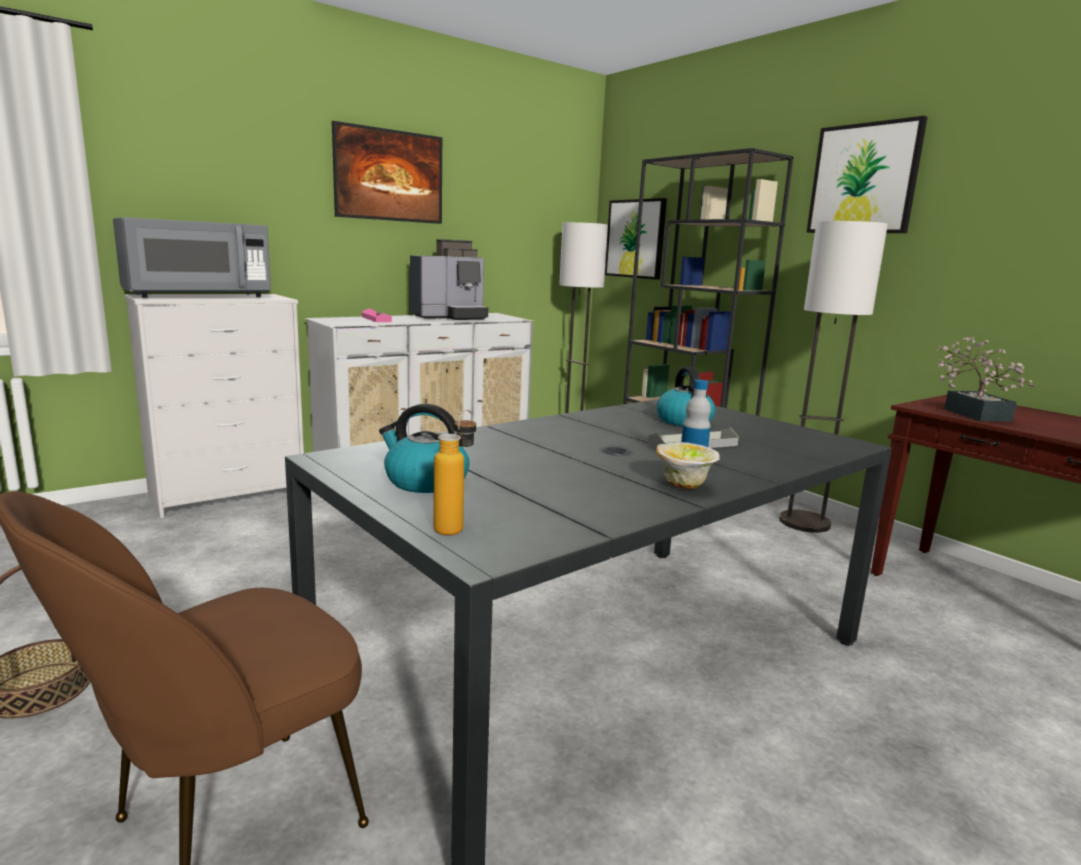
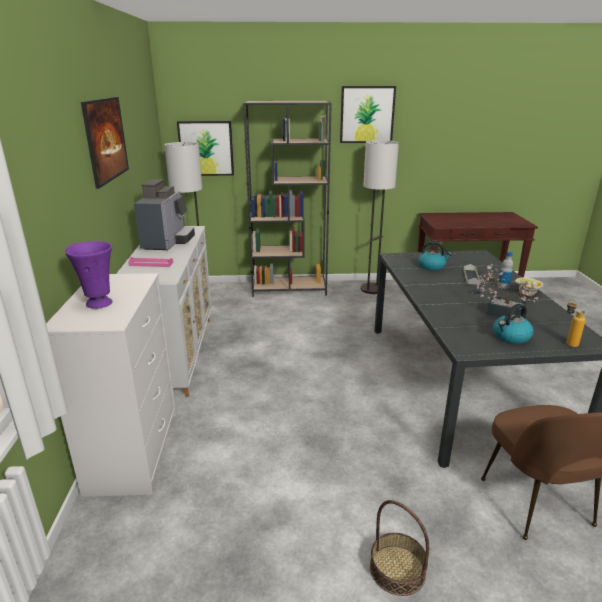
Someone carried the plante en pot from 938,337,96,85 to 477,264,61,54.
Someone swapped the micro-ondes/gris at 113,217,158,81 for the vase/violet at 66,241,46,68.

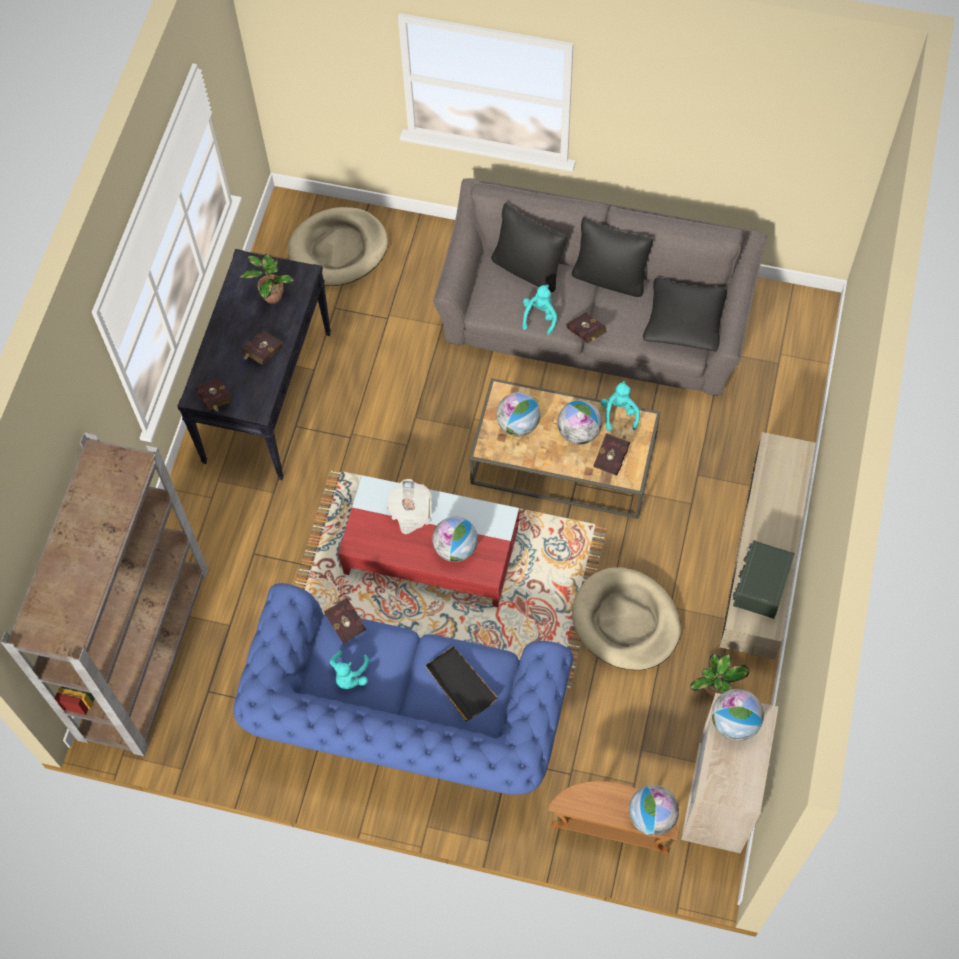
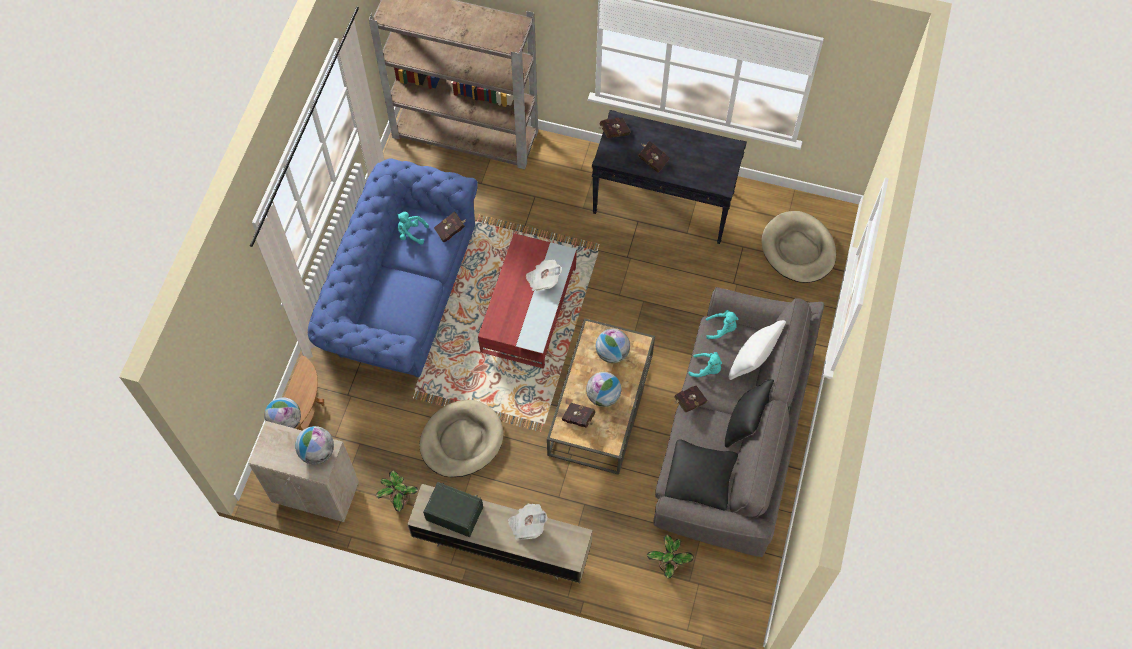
Someone took away the plateau/noir at 426,646,72,75.
Someone took away the globe at 432,517,46,45.
Someone put down the journal at 508,504,40,36.
Someone carried the plante en pot from 239,254,55,50 to 646,535,48,44.
Someone carried the peluche/turquoise from 600,381,40,50 to 706,310,33,29.
Someone repainted the coussin/noir at 491,203,76,89, which became the coussin/blanc at 729,320,57,60.

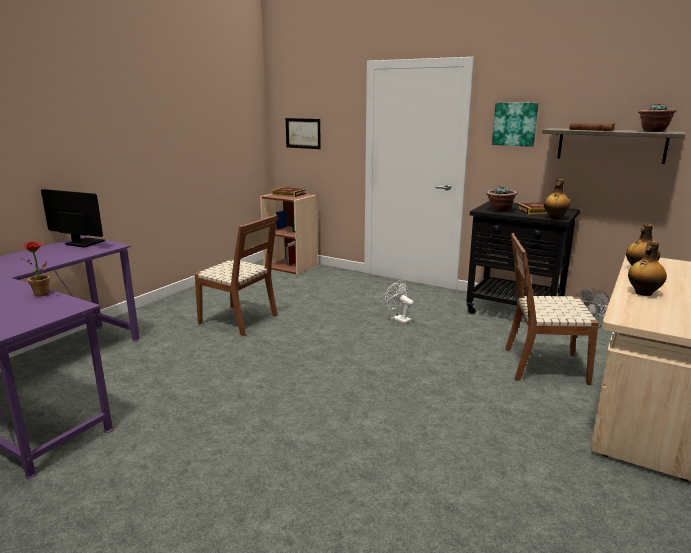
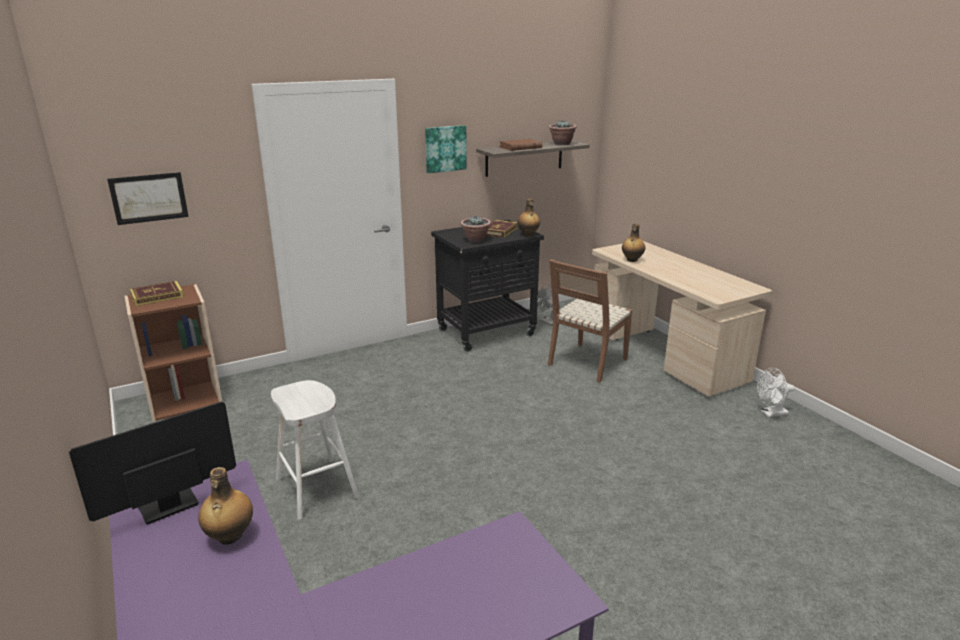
Someone took away the plante en pot at 21,241,29,56.
Someone carried the ventilateur/blanc from 385,280,28,44 to 757,368,38,49.
Someone carried the bouteille from 628,241,39,55 to 198,467,55,78.
Someone swapped the chaise at 194,214,84,122 for the tabouret/blanc at 271,380,88,140.

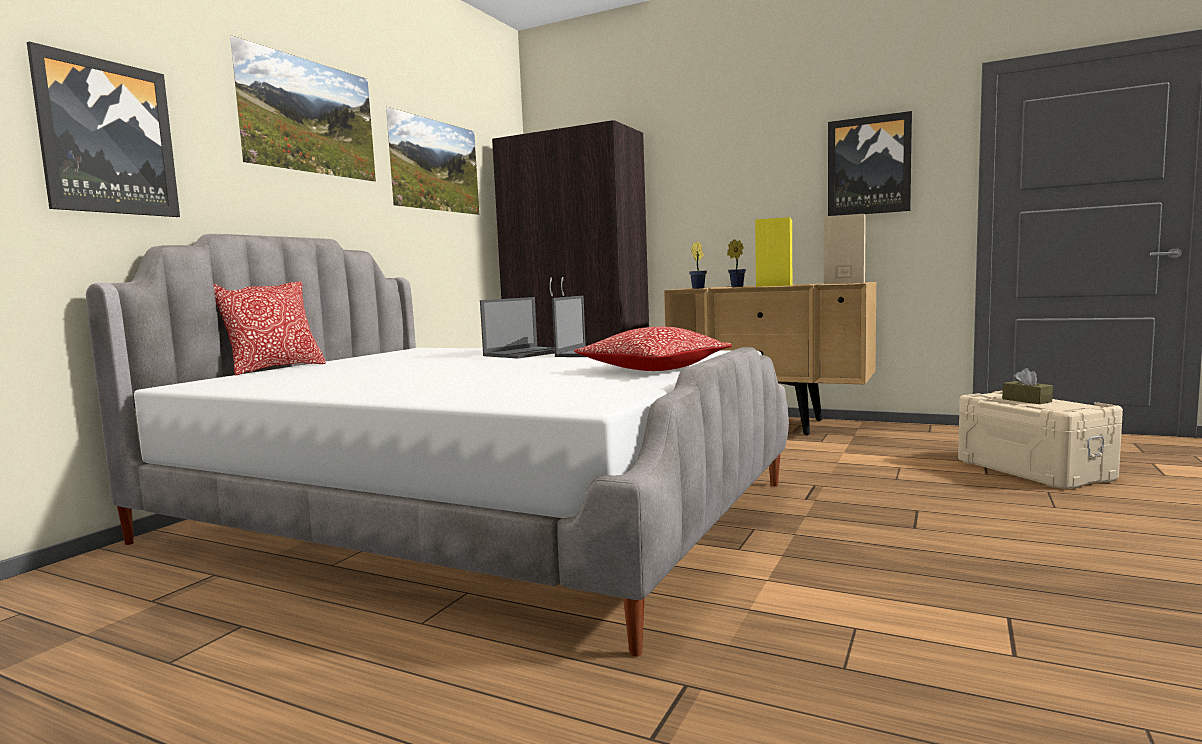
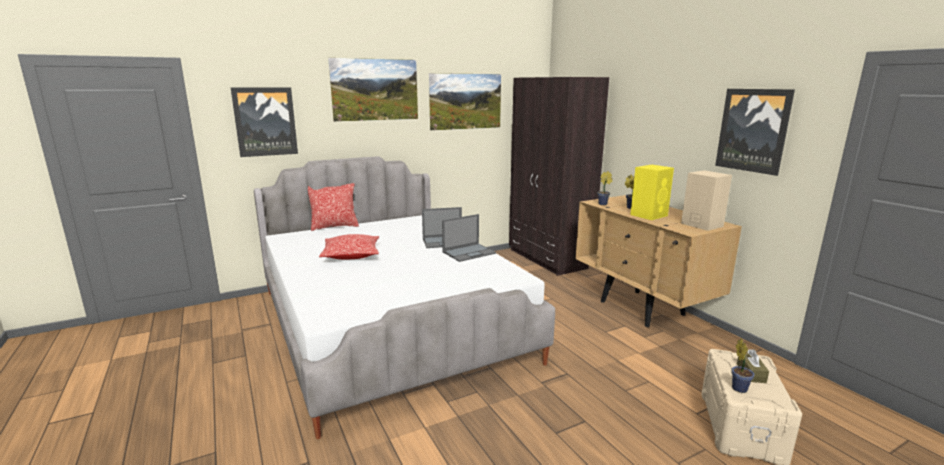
Someone put down the plante en pot at 731,338,23,55.
Someone carried the coussin from 574,327,158,44 to 319,234,60,25.

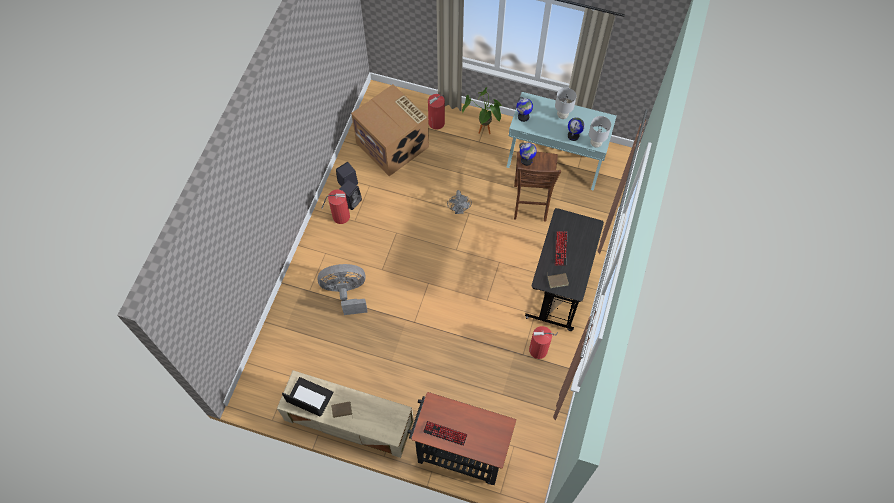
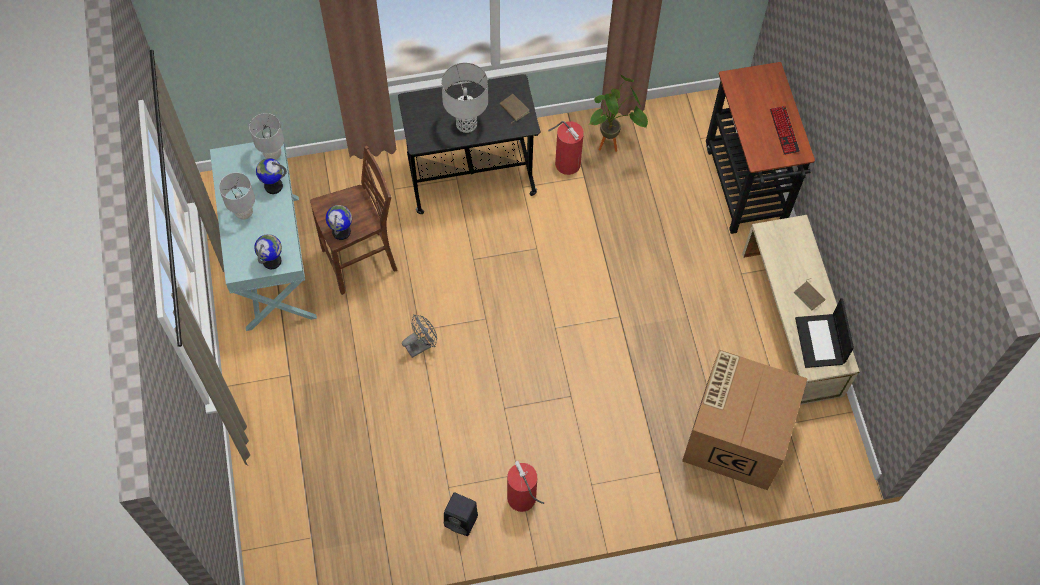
Someone took away the ventilateur/gris at 318,264,49,51.
Someone took away the enceinte/noir at 339,180,23,30.
Someone took away the extincteur at 428,94,17,35.
Someone carried the carton from 351,84,78,92 to 682,350,126,140.
Someone carried the plante en pot from 462,87,40,47 to 589,74,59,78.
Someone swapped the clavier at 555,231,13,35 for the lampe de table/blanc at 442,63,47,70.

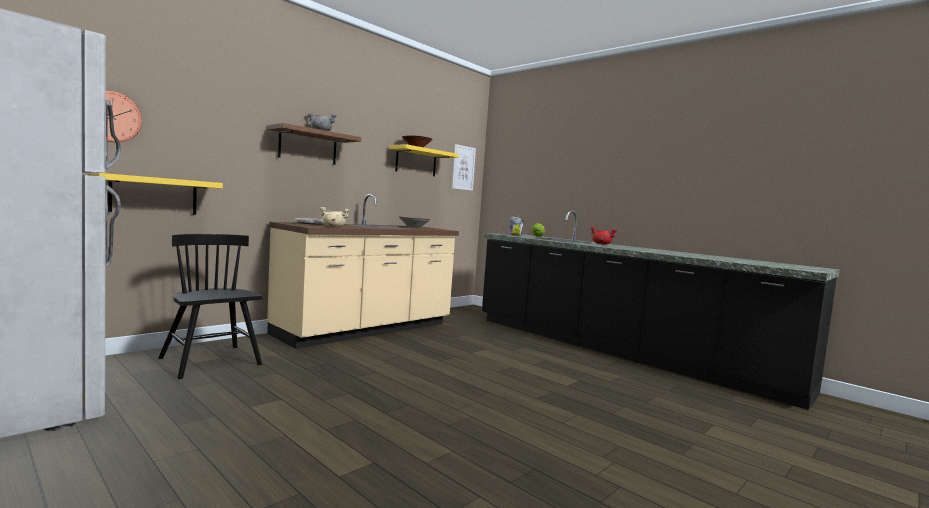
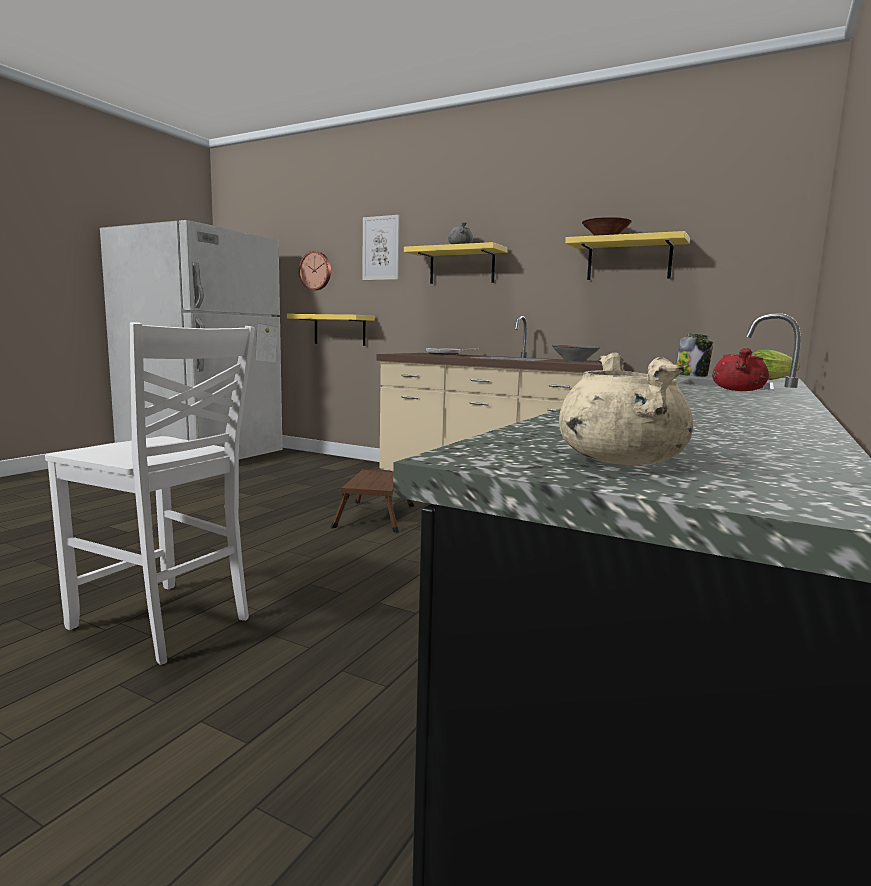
Someone took away the chaise/noir at 158,234,104,145.
Someone put down the chaise/blanc at 45,322,210,343.
Someone put down the escabeau/marron at 330,470,84,63.
Someone carried the marmite/beige from 320,207,30,20 to 559,353,134,112.
Someone carried the tableau from 451,144,25,47 to 362,215,38,65.
Someone repainted the étagère/marron at 268,123,93,42, which became the étagère/jaune at 404,242,104,42.

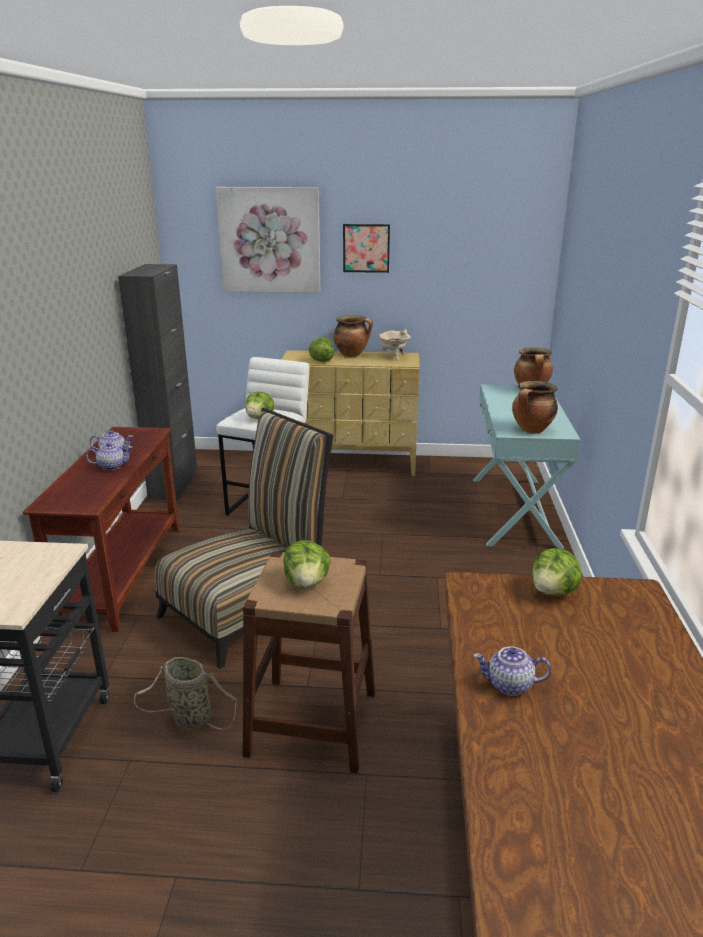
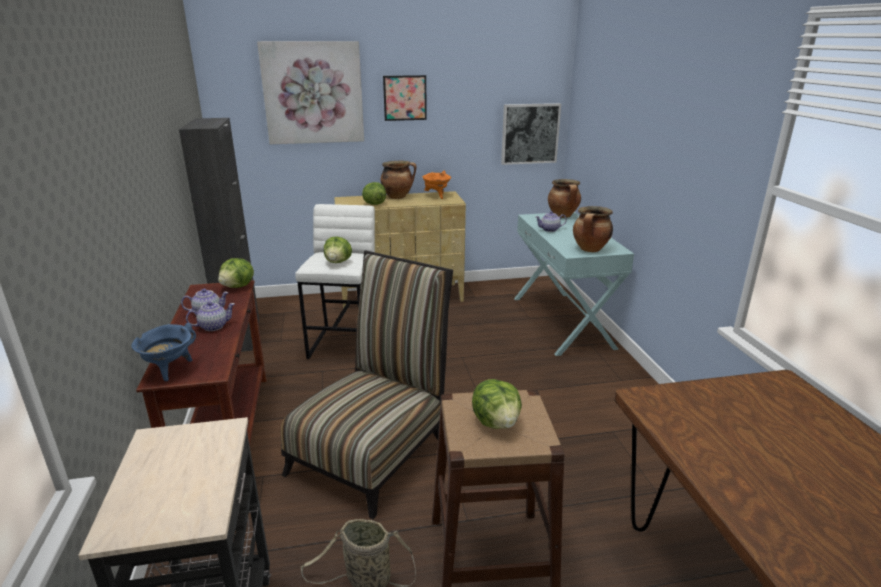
Someone put down the marmite/bleu at 131,323,65,58.
Someone put up the tableau at 501,103,60,62.
Someone carried the théière from 474,647,77,49 to 536,211,31,21.
Someone carried the laitue from 532,548,50,48 to 218,258,36,30.
Someone repainted the marmite/beige at 379,329,32,31, which became the marmite/orange at 422,171,29,28.

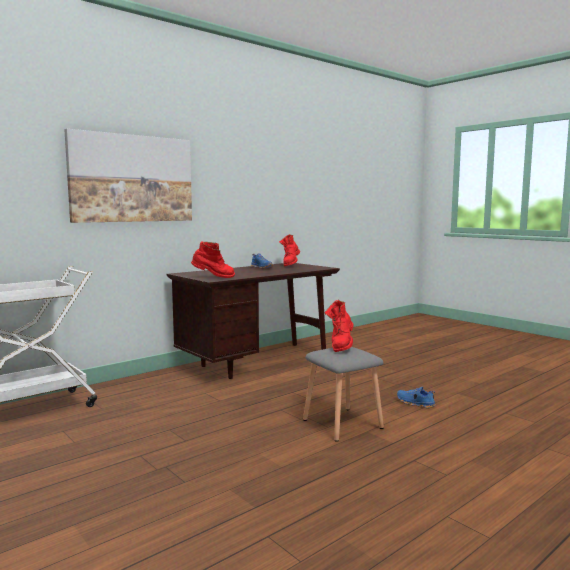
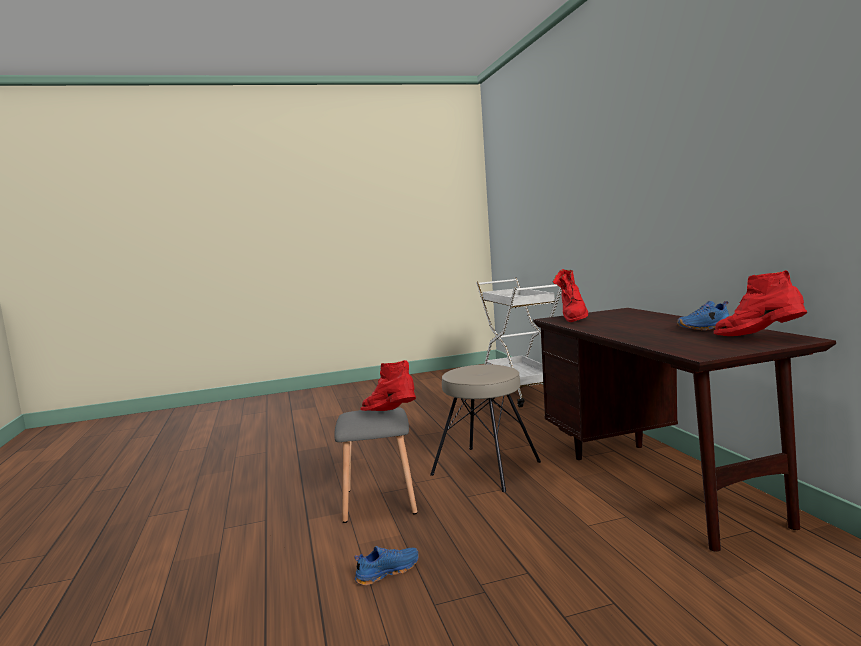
Someone took away the tableau at 64,129,128,94.
Someone put down the tabouret/beige at 430,364,111,128.

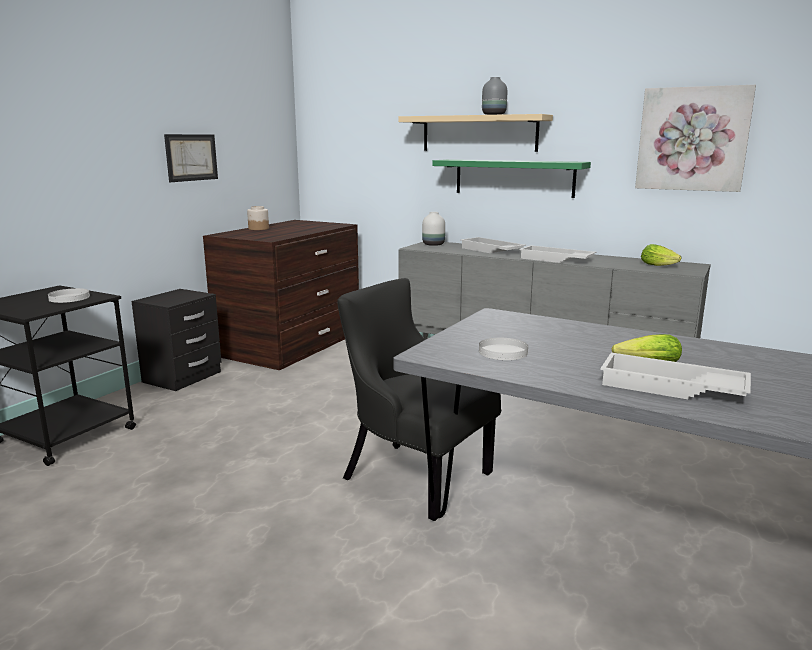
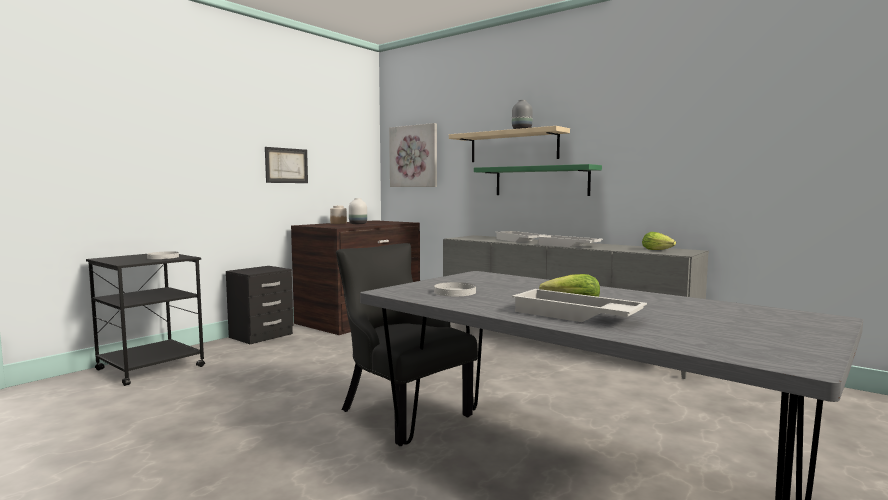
Someone carried the vase/blanc from 422,212,23,34 to 349,198,18,26.
Someone carried the tableau from 635,85,121,107 to 389,123,48,64.

